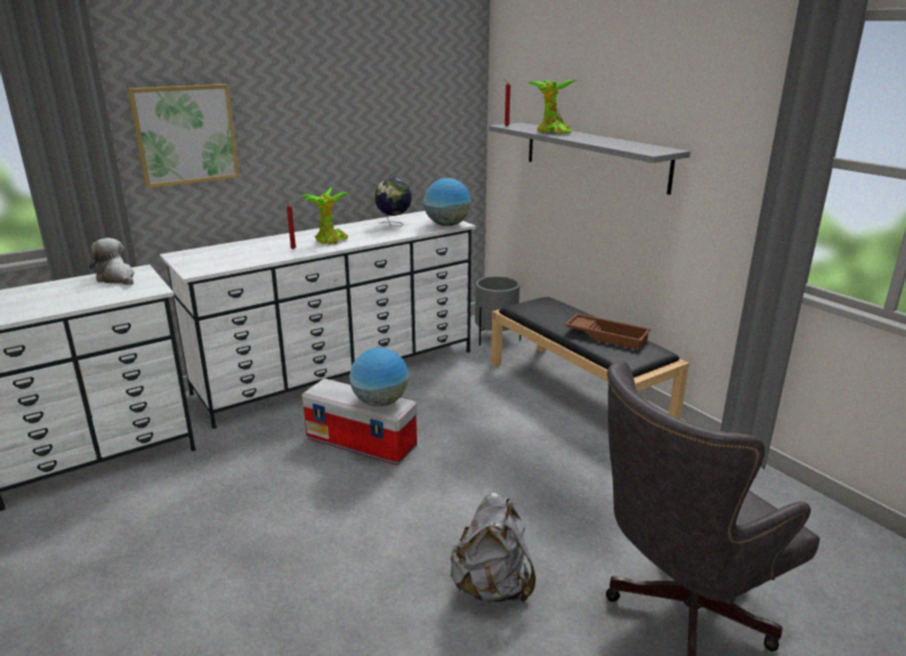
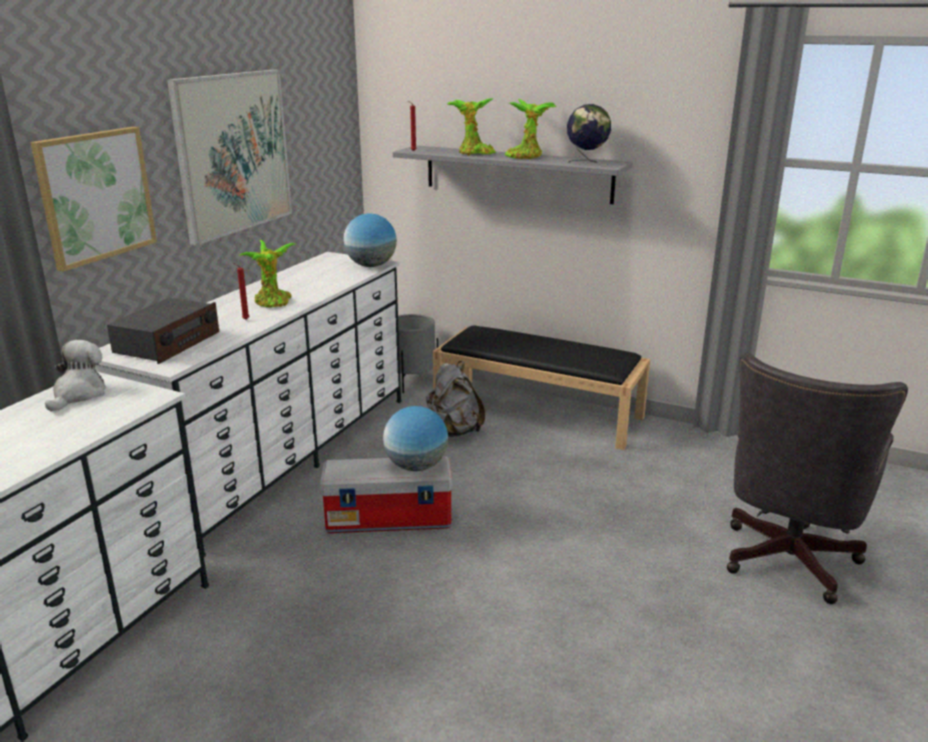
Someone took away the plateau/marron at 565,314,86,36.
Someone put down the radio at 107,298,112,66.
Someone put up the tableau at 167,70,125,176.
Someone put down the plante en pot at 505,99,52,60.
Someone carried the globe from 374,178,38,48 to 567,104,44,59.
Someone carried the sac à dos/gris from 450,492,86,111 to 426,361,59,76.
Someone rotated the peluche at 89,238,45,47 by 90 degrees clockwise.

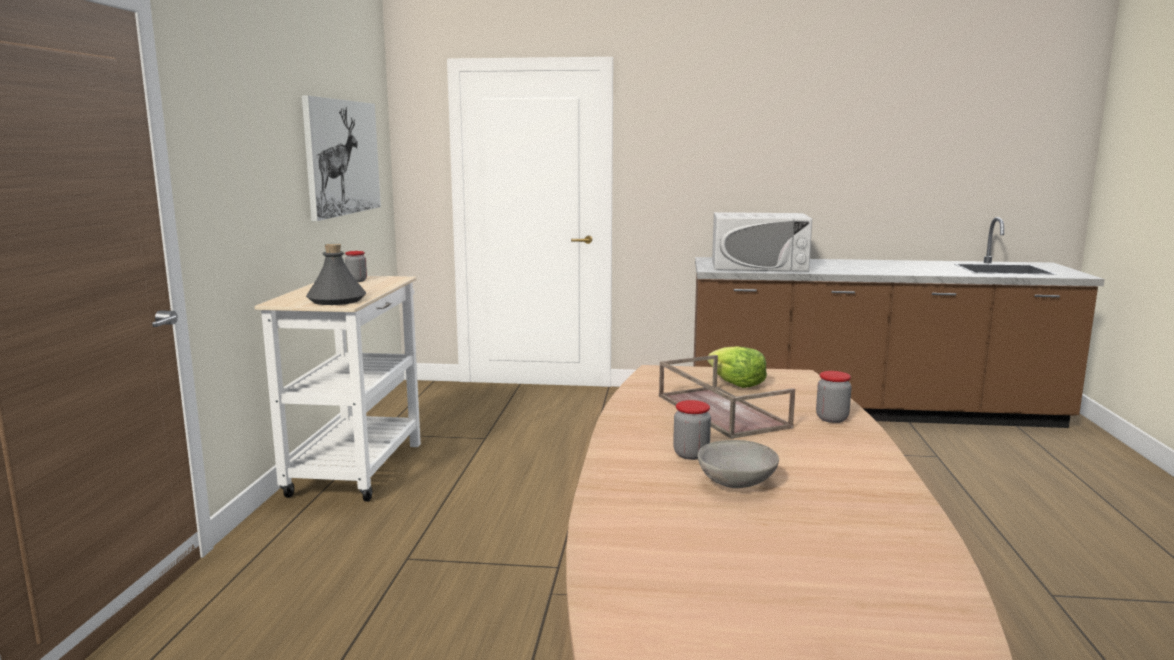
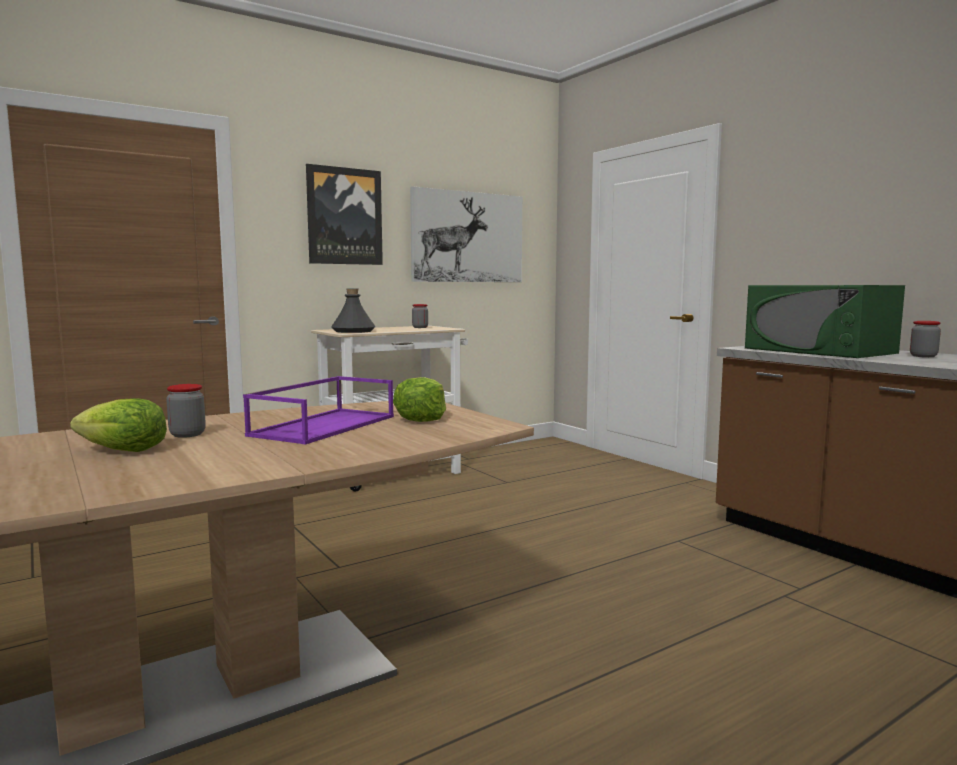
Someone put up the tableau at 306,164,77,101.
Someone carried the bocal from 816,371,36,52 to 910,321,31,36.
Someone swapped the bol/gris at 698,440,81,48 for the laitue at 70,398,97,54.
Someone repainted the plateau/marron at 659,355,136,84, which became the plateau/violet at 243,376,151,69.
Someone repainted the micro-ondes/blanc at 712,212,100,60, which became the micro-ondes/vert at 745,285,160,73.

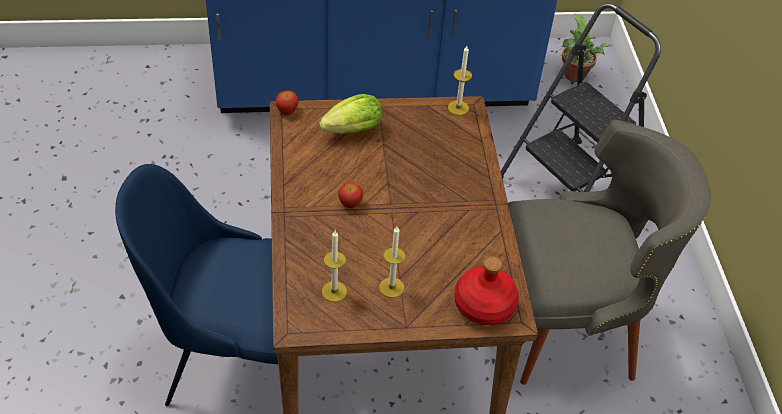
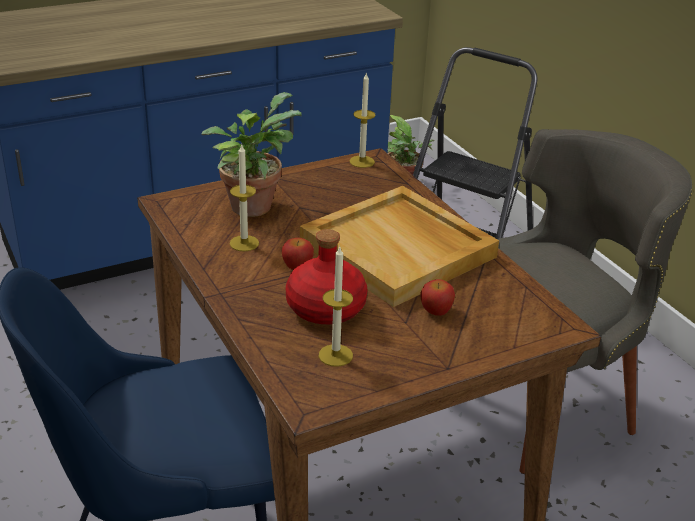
Someone put down the plateau/beige at 300,186,199,121.
Someone carried the pomme from 275,91,24,24 to 420,279,35,37.
Someone carried the bougie from 379,227,27,71 to 230,145,29,106.
Someone carried the bouteille/rouge from 454,256,65,69 to 286,229,82,95.
Someone swapped the laitue at 319,94,63,40 for the plante en pot at 201,92,101,125.

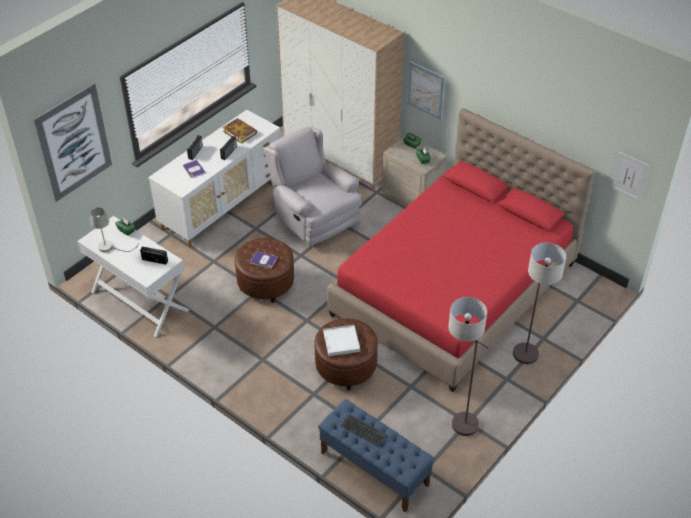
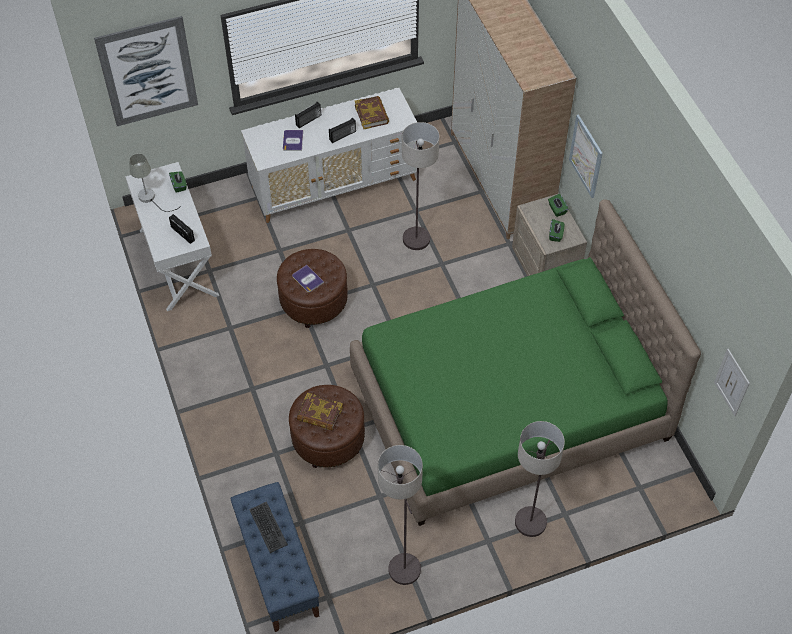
Someone swapped the fauteuil/gris at 264,126,98,120 for the lampadaire/gris at 402,122,37,128.
Someone swapped the plateau/blanc at 323,325,37,31 for the livre at 297,393,46,37.
Someone repainted the lit/rouge at 327,108,268,284, which became the lit/vert at 350,199,351,327.

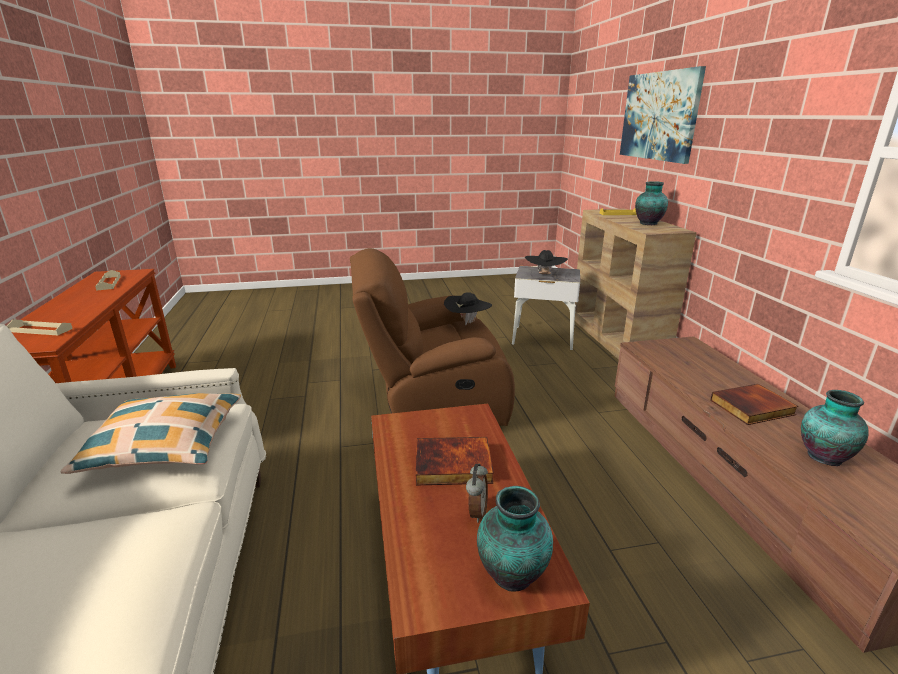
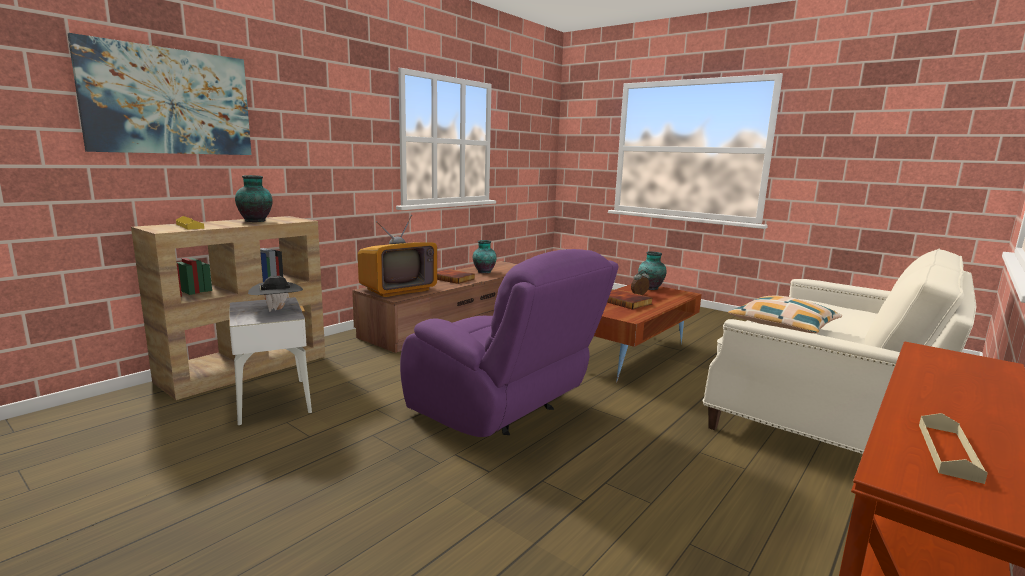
Someone took away the plateau/beige at 7,319,66,16.
Someone took away the chapeau/noir at 444,292,48,33.
Someone put down the téléviseur at 358,215,79,82.
Someone repainted the fauteuil/marron at 350,248,165,178, which became the fauteuil/violet at 400,249,219,188.

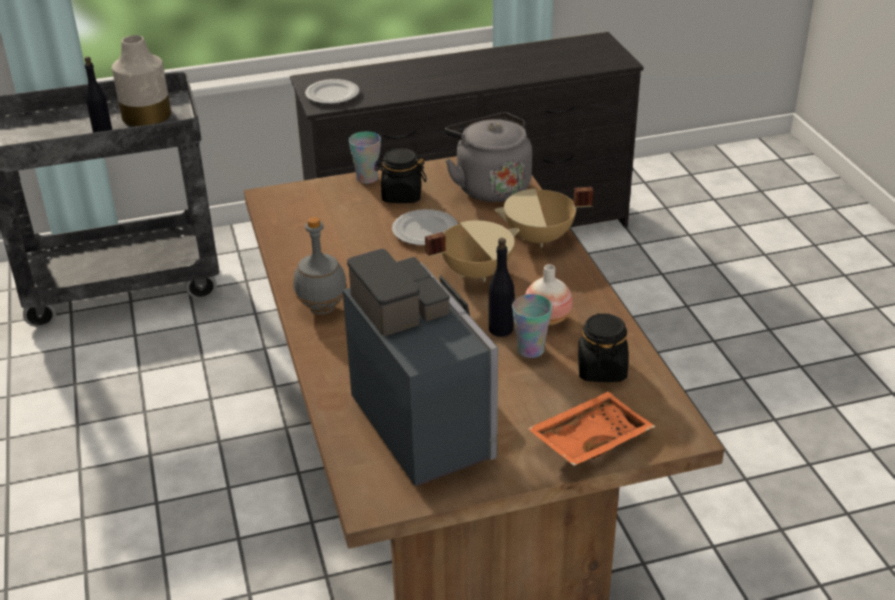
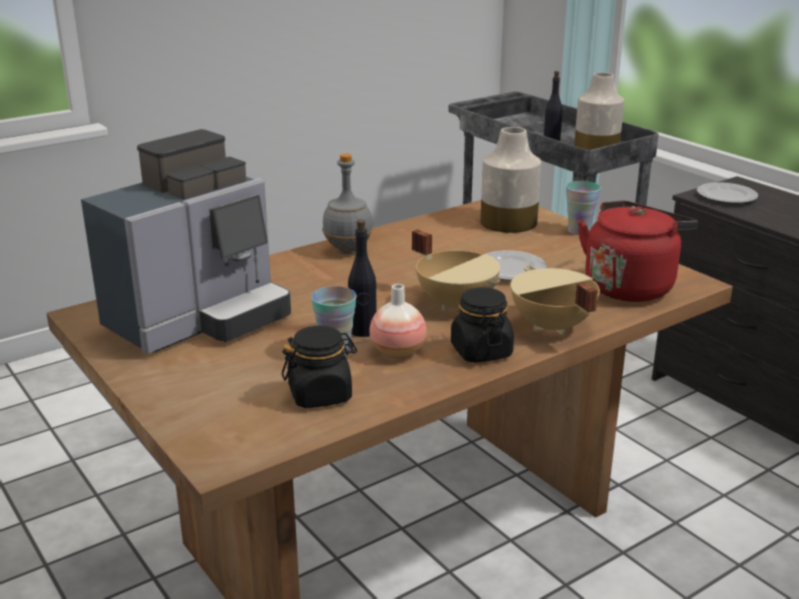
Someone took away the plateau/orange at 527,391,128,75.
Someone put down the vase/beige at 480,127,61,106.
Someone carried the bocal/noir from 374,148,52,55 to 451,287,63,76.
Someone repainted the bouilloire/gris at 445,112,87,90, which became the bouilloire/rouge at 578,201,120,101.

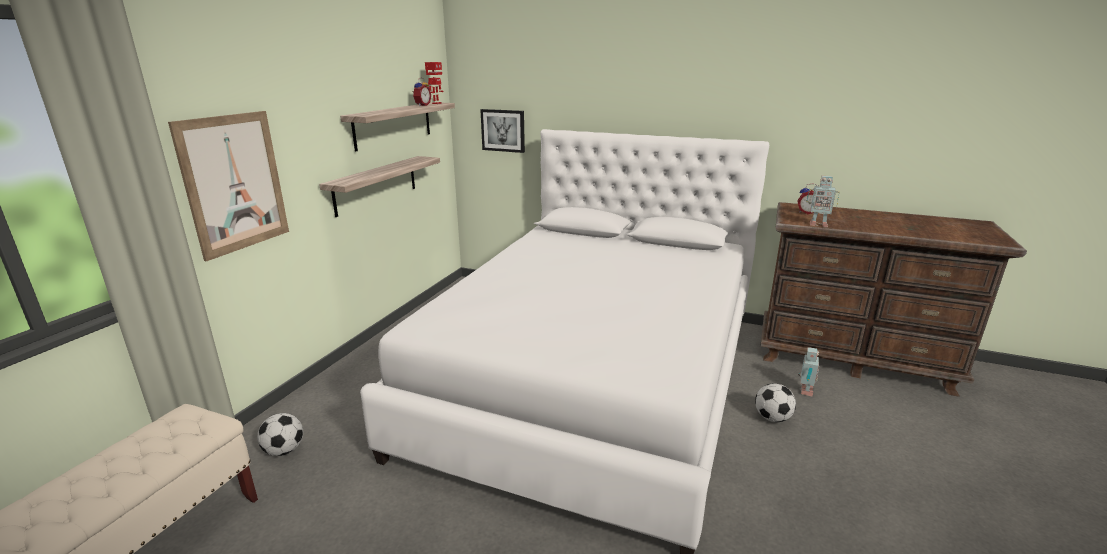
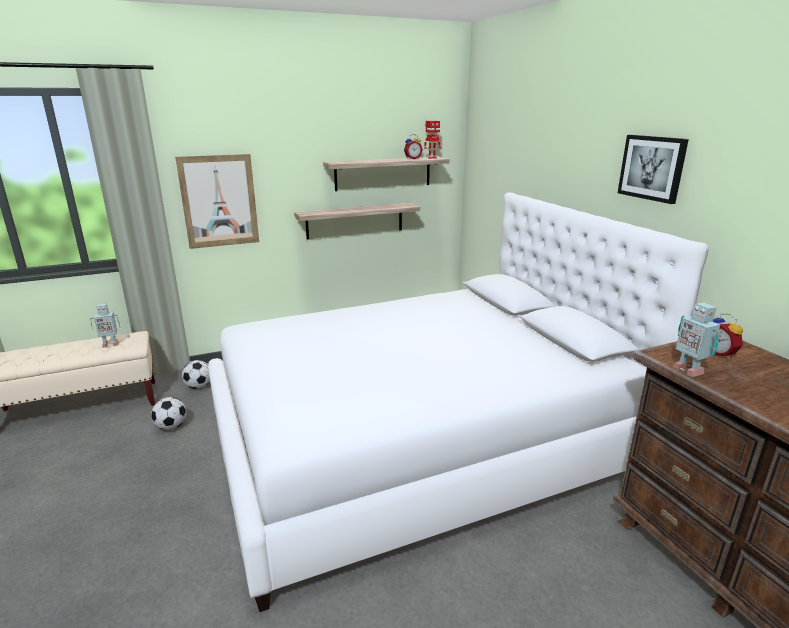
Someone carried the tableau from 480,109,45,44 to 618,135,71,69.
Someone carried the ballon de foot from 755,383,41,39 to 151,397,35,33.
Someone carried the robot jouet from 798,347,21,49 to 90,303,30,45.

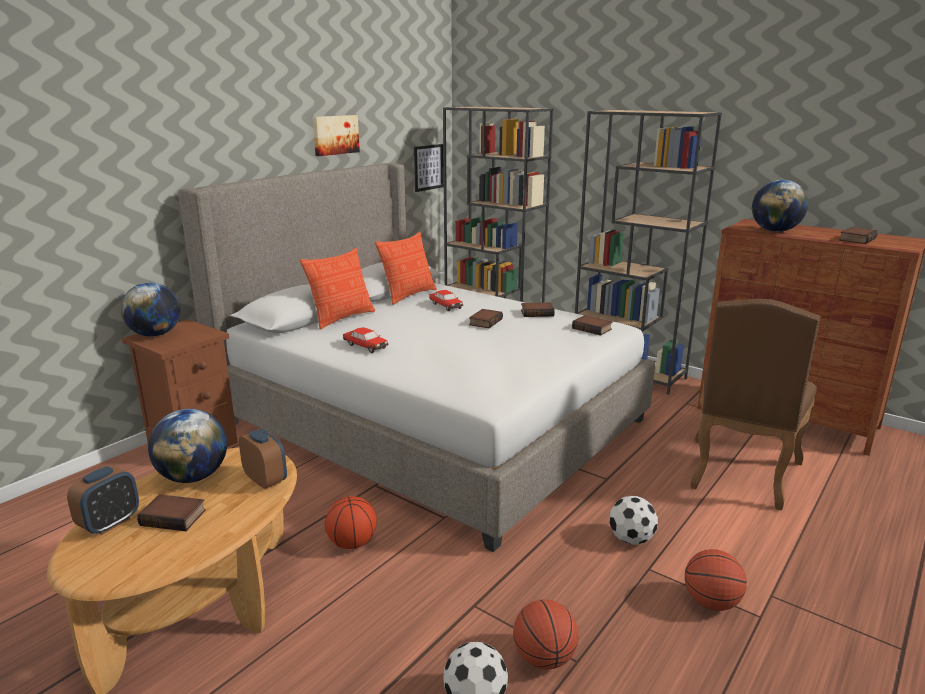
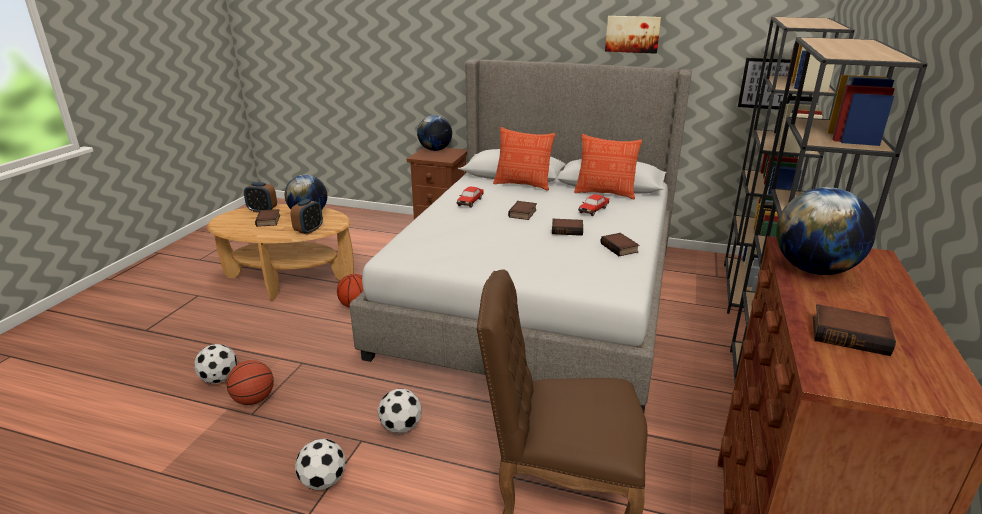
Someone carried the livre from 572,315,40,21 to 508,201,29,19.
Someone swapped the ballon de basket at 685,549,62,62 for the ballon de foot at 295,439,51,51.

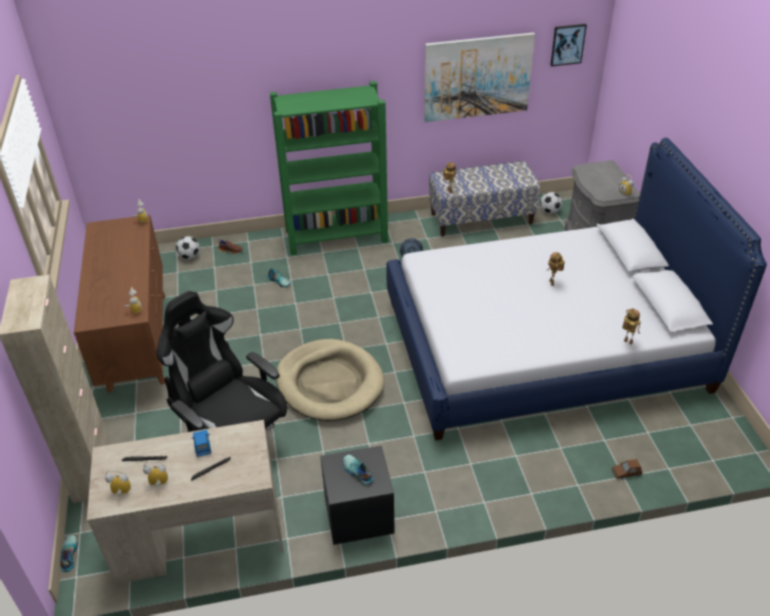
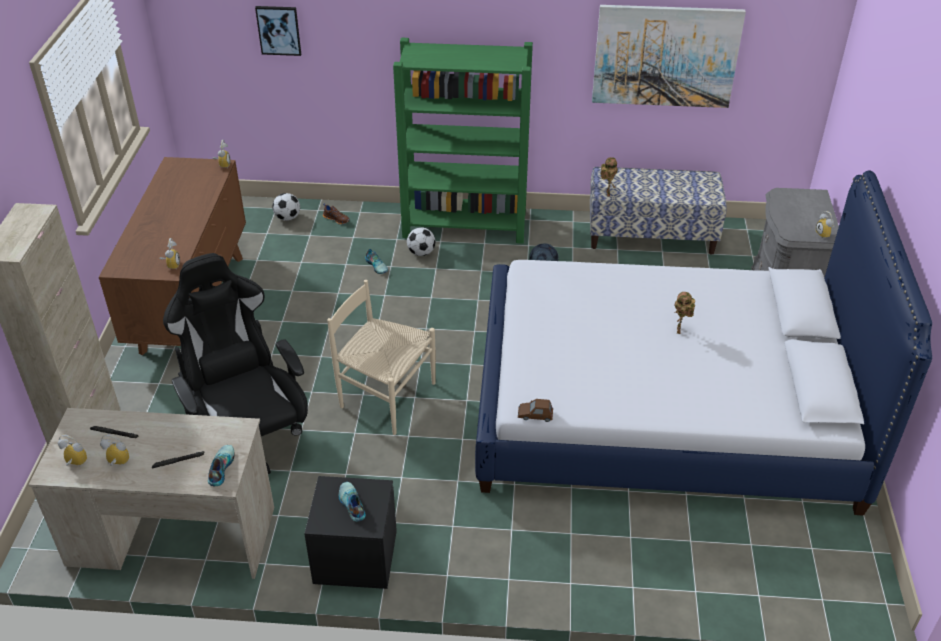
Someone took away the petite voiture/bleu at 191,430,20,27.
Someone took away the robot jouet at 622,309,19,36.
Someone carried the chaussure from 60,535,18,37 to 208,445,27,41.
Someone carried the ballon de foot from 540,192,22,22 to 407,227,28,29.
Someone carried the tableau from 550,24,37,42 to 255,6,46,50.
Someone carried the petite voiture/marron from 612,459,30,20 to 518,399,35,23.
Someone swapped the panier pour chien/beige at 276,339,108,82 for the chaise/beige at 327,280,109,155.

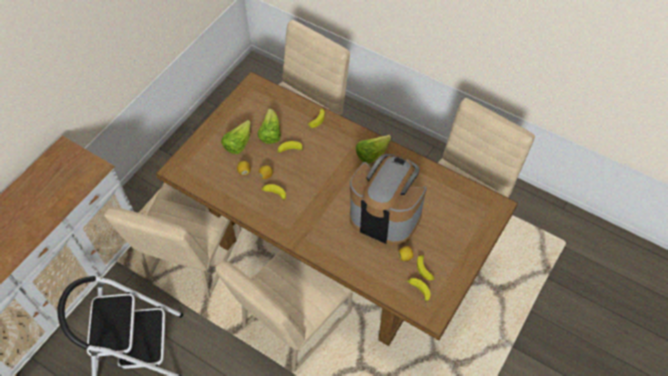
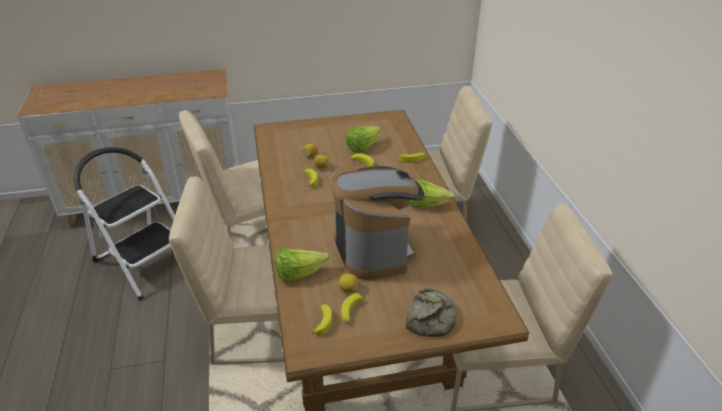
Someone put down the pain at 406,288,50,49.
Someone carried the laitue from 221,120,30,34 to 275,248,54,34.

